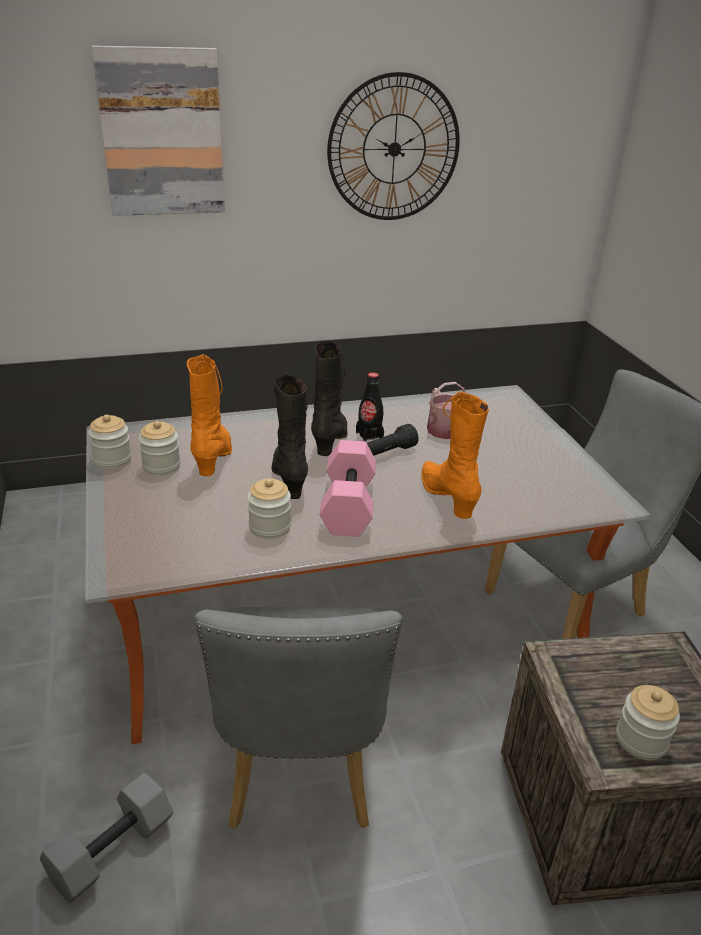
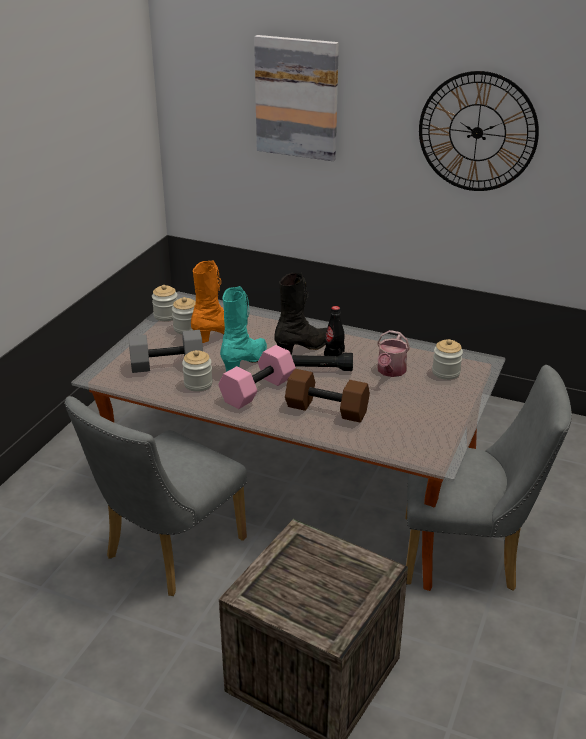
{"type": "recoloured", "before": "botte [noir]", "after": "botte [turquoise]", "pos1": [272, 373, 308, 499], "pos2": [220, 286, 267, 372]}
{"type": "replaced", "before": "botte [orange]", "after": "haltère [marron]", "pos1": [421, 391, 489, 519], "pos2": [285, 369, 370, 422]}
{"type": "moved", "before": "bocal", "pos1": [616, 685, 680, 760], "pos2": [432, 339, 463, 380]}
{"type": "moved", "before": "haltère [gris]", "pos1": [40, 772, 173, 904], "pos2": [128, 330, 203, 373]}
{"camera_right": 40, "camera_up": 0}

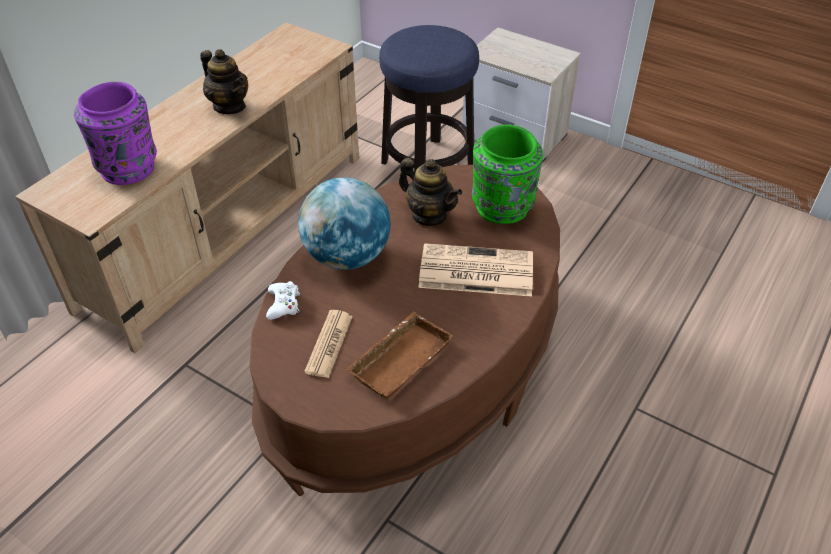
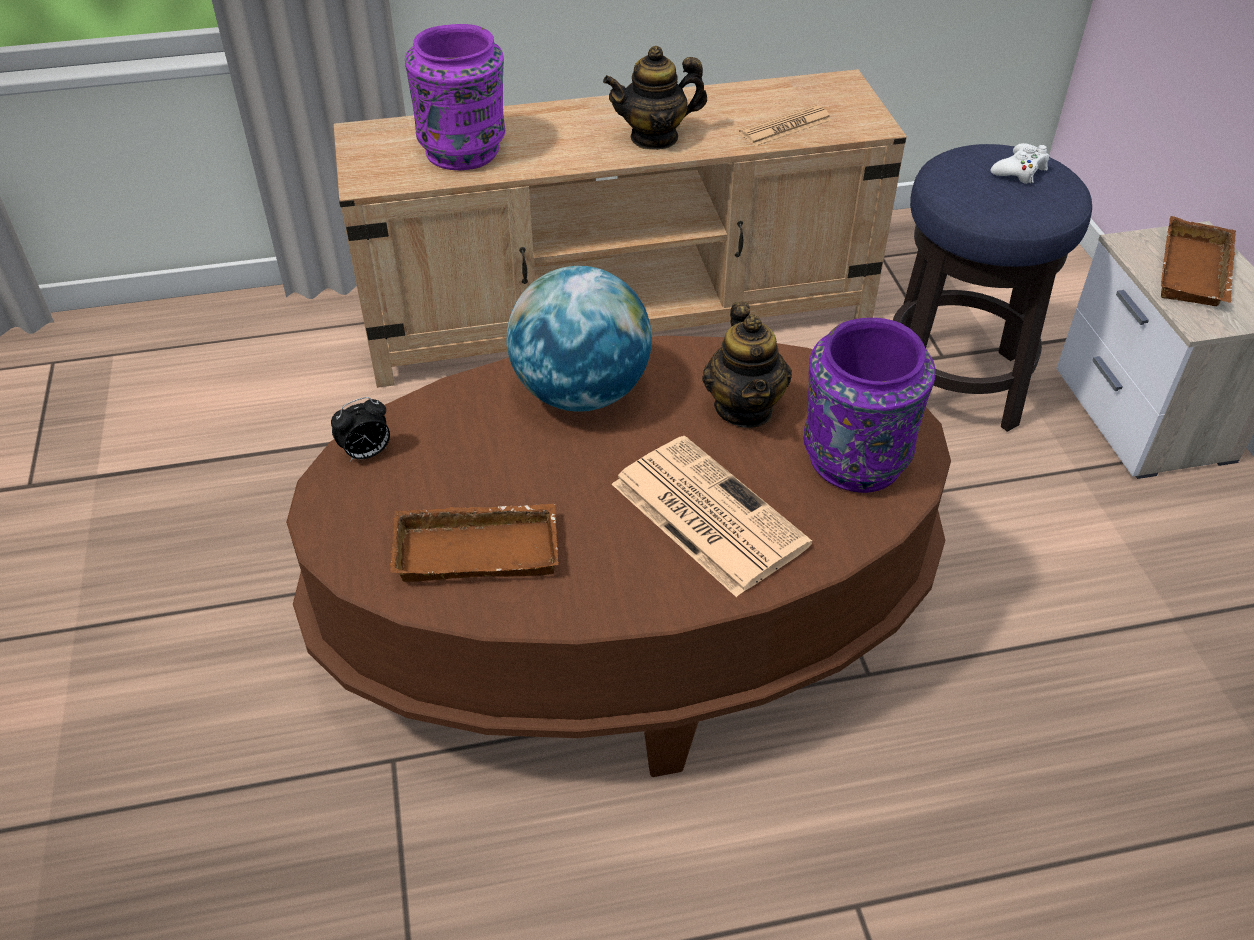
{"type": "turned", "before": "théière", "pos1": [200, 49, 248, 114], "pos2": [603, 46, 707, 150], "turn": 75}
{"type": "recoloured", "before": "vase [vert]", "after": "vase [violet]", "pos1": [472, 124, 543, 224], "pos2": [803, 318, 936, 493]}
{"type": "moved", "before": "manette [blanc]", "pos1": [266, 281, 300, 320], "pos2": [991, 143, 1050, 184]}
{"type": "moved", "before": "journal", "pos1": [304, 310, 353, 378], "pos2": [739, 105, 832, 146]}
{"type": "added", "after": "plateau [marron]", "pos2": [1161, 216, 1236, 306]}
{"type": "added", "after": "réveil", "pos2": [331, 397, 390, 462]}
{"camera_right": 45, "camera_up": 0}

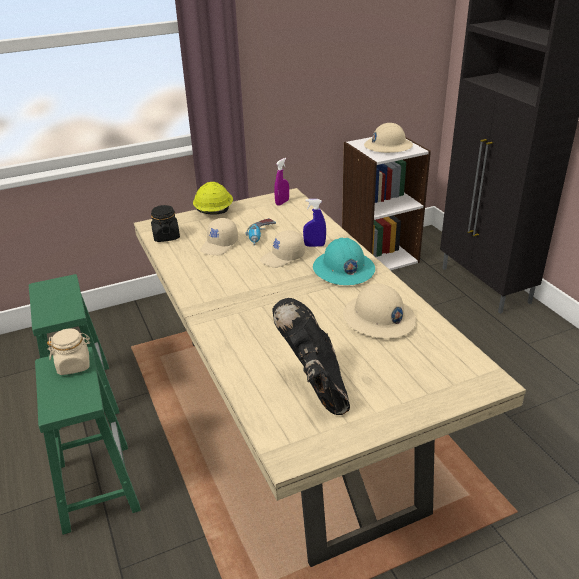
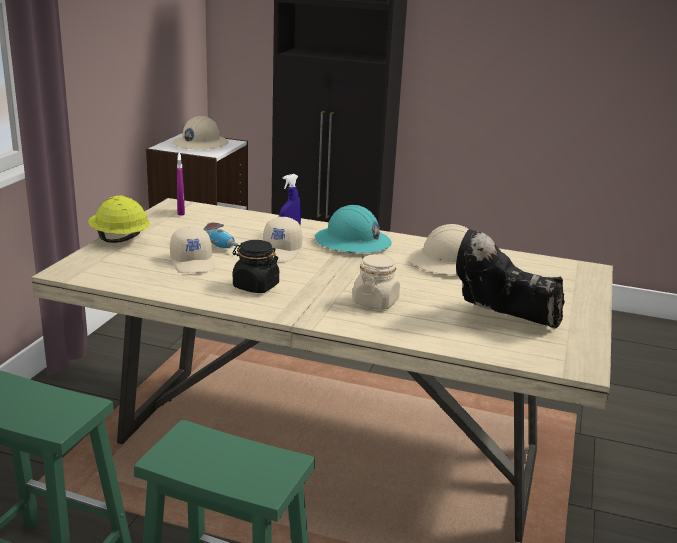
{"type": "moved", "before": "bocal [noir]", "pos1": [151, 205, 180, 242], "pos2": [233, 240, 280, 293]}
{"type": "moved", "before": "bocal [beige]", "pos1": [47, 329, 90, 375], "pos2": [353, 254, 400, 310]}
{"camera_right": -50, "camera_up": -10}

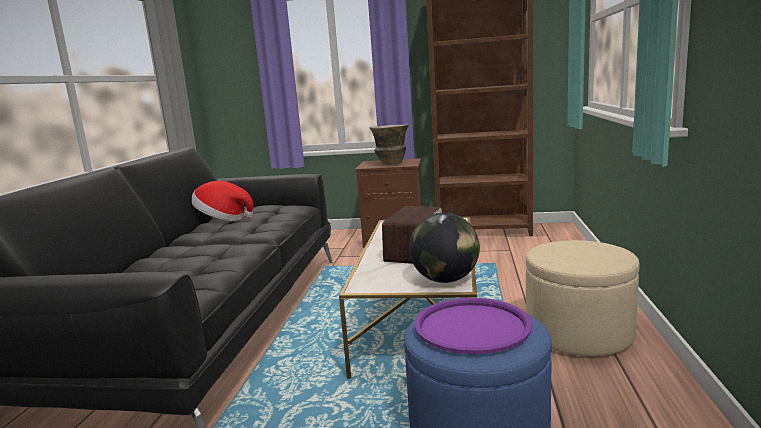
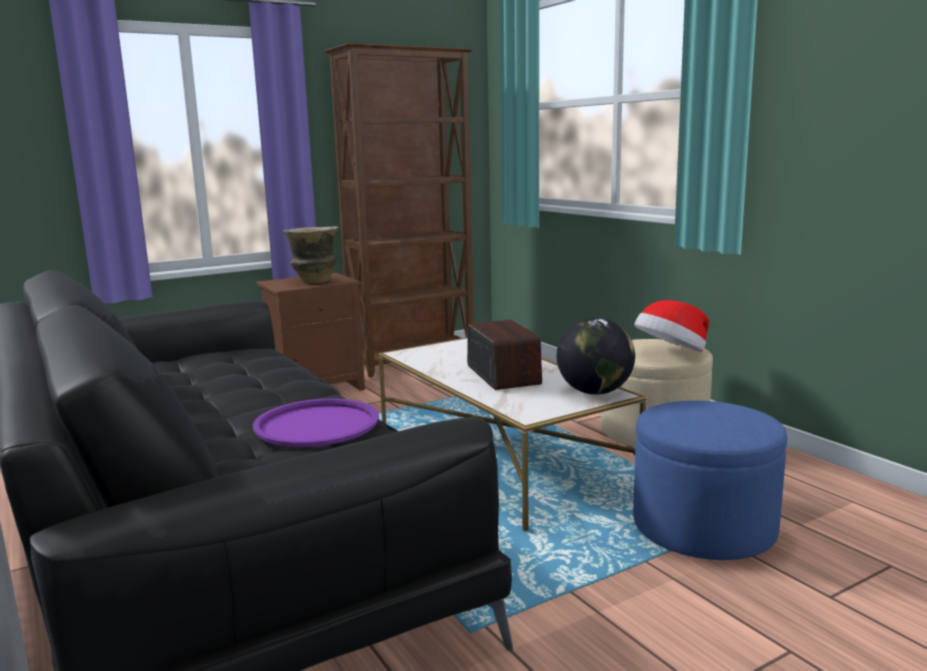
{"type": "moved", "before": "chapeau", "pos1": [192, 181, 253, 221], "pos2": [634, 300, 709, 352]}
{"type": "moved", "before": "plateau [violet]", "pos1": [414, 298, 532, 354], "pos2": [253, 398, 379, 447]}
{"camera_right": -40, "camera_up": 0}

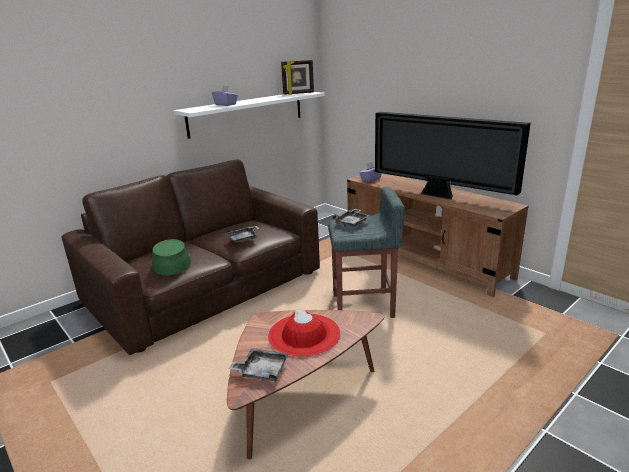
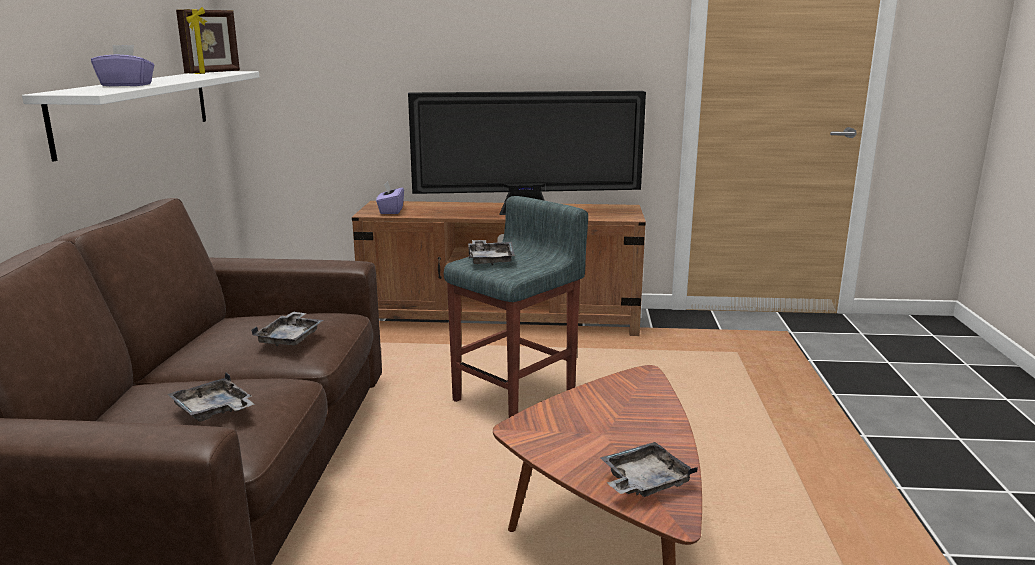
{"type": "replaced", "before": "chapeau [vert]", "after": "plateau [gris]", "pos1": [152, 239, 191, 275], "pos2": [167, 373, 254, 422]}
{"type": "removed", "before": "chapeau [rouge]", "pos1": [268, 309, 341, 357]}
{"camera_right": -45, "camera_up": -5}

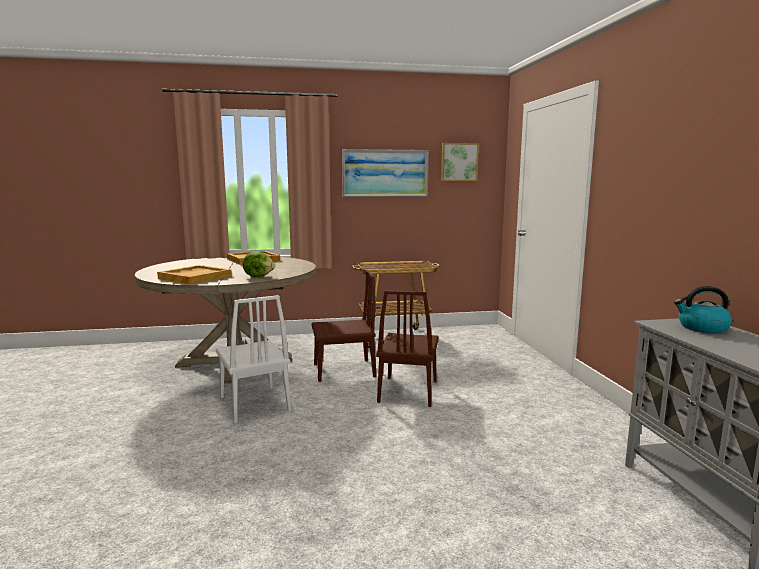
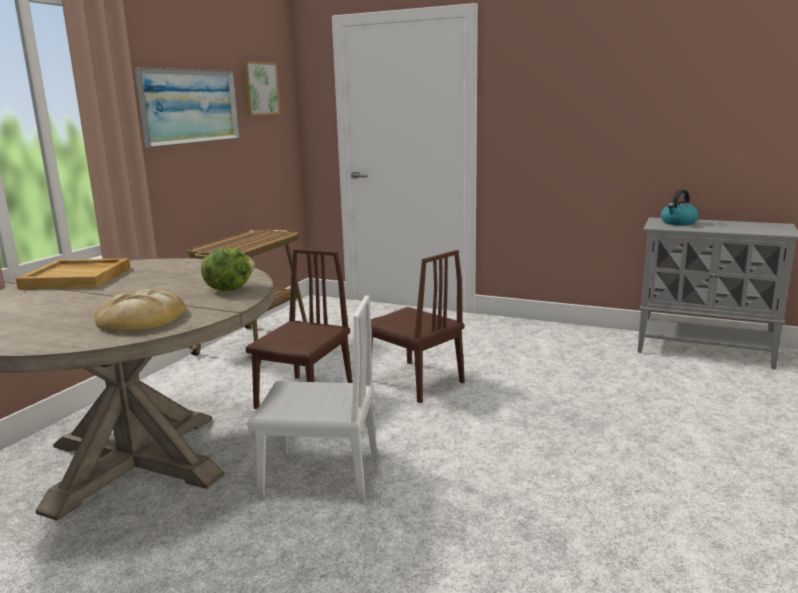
{"type": "replaced", "before": "plateau [beige]", "after": "pain", "pos1": [157, 265, 232, 284], "pos2": [95, 289, 186, 332]}
{"camera_right": -55, "camera_up": 5}

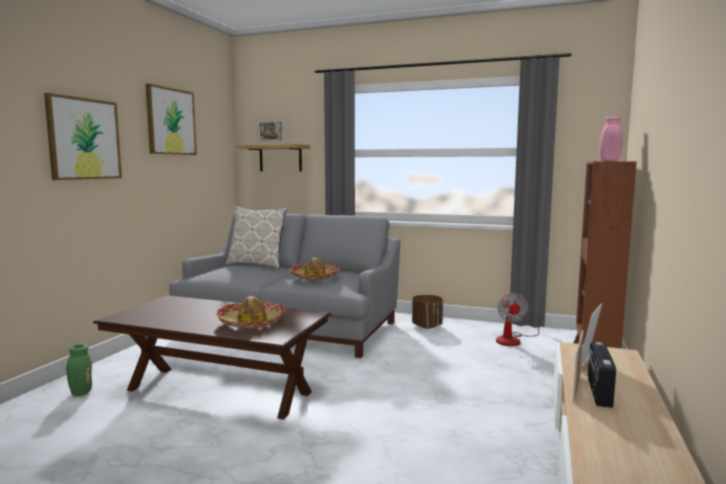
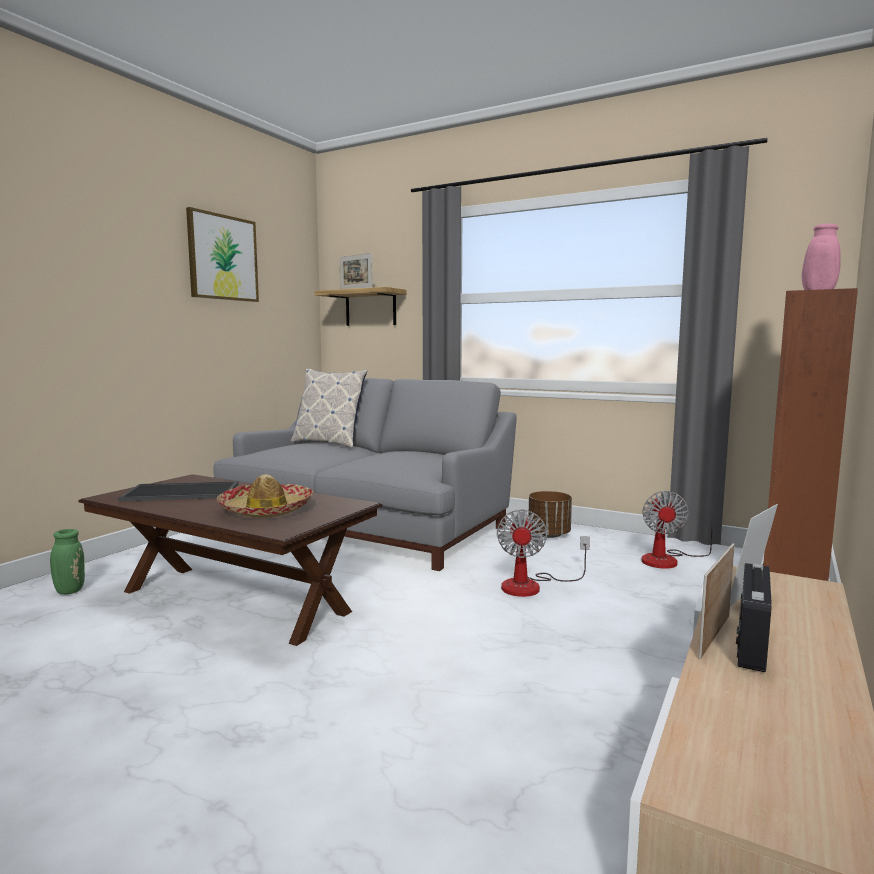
{"type": "removed", "before": "tableau", "pos1": [44, 93, 122, 180]}
{"type": "removed", "before": "chapeau", "pos1": [289, 258, 340, 280]}
{"type": "added", "after": "plateau", "pos2": [118, 481, 238, 502]}
{"type": "added", "after": "ventilateur", "pos2": [497, 509, 590, 597]}
{"camera_right": 10, "camera_up": 0}

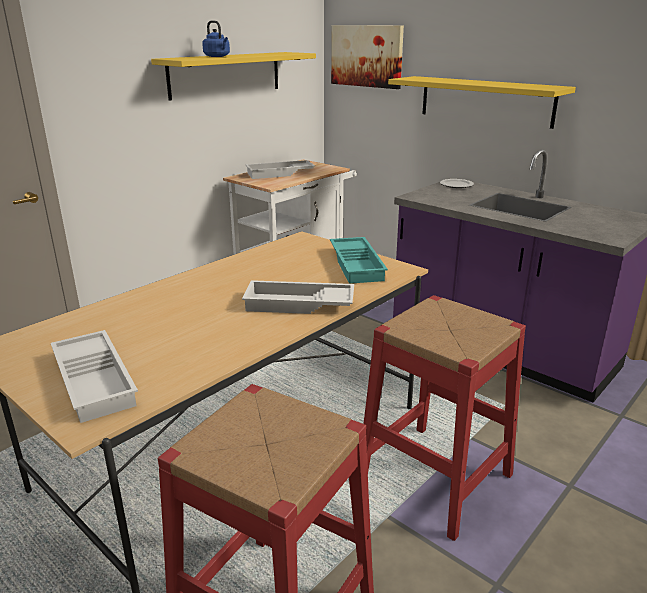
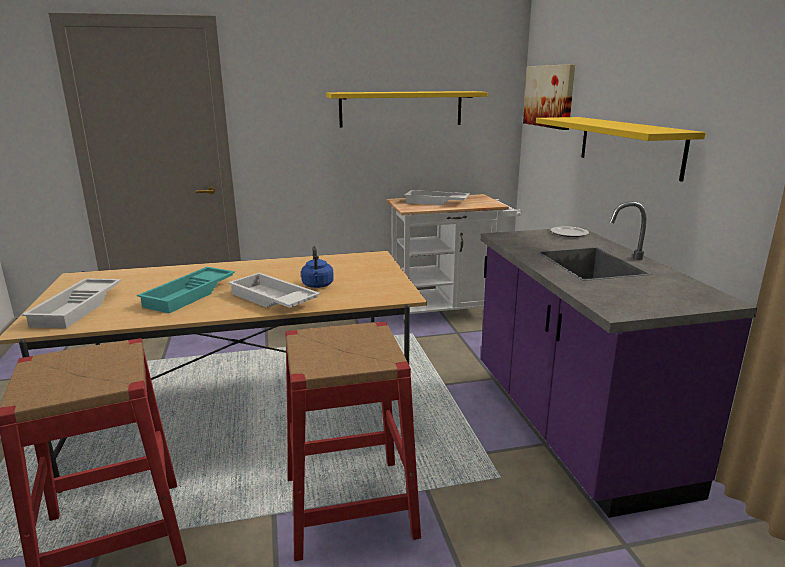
{"type": "moved", "before": "bouilloire [bleu]", "pos1": [202, 20, 230, 57], "pos2": [301, 246, 334, 288]}
{"type": "moved", "before": "plateau [turquoise]", "pos1": [330, 237, 388, 284], "pos2": [137, 267, 235, 313]}
{"camera_right": 35, "camera_up": -5}

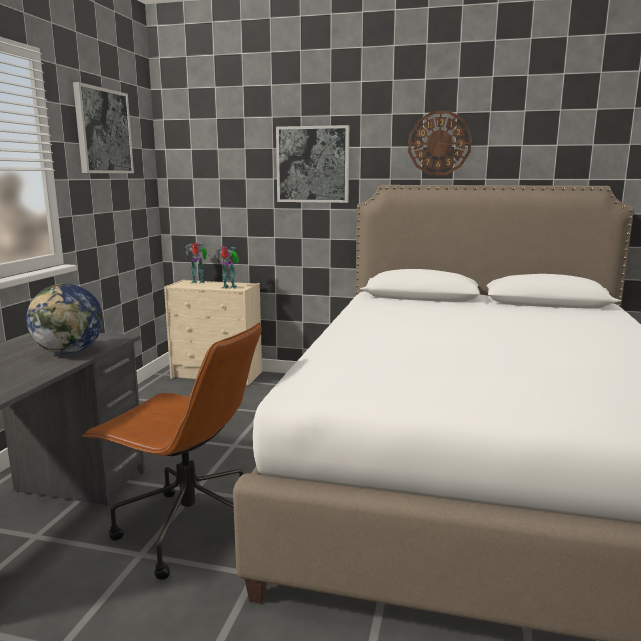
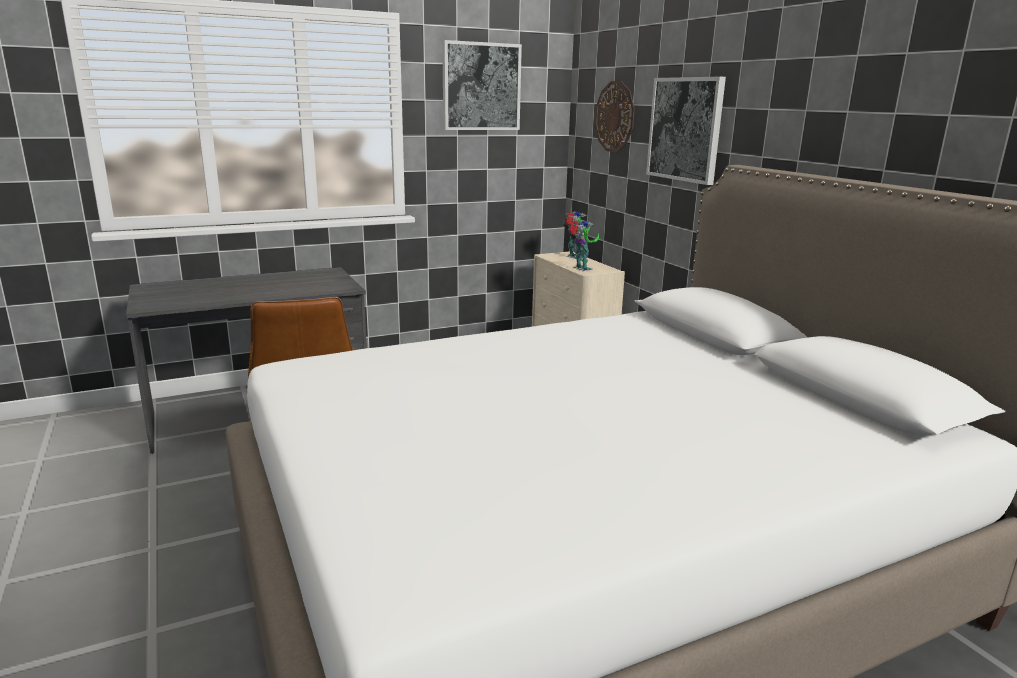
{"type": "moved", "before": "horloge murale", "pos1": [408, 111, 472, 175], "pos2": [595, 81, 635, 152]}
{"type": "removed", "before": "globe", "pos1": [26, 284, 103, 354]}
{"camera_right": 50, "camera_up": 5}

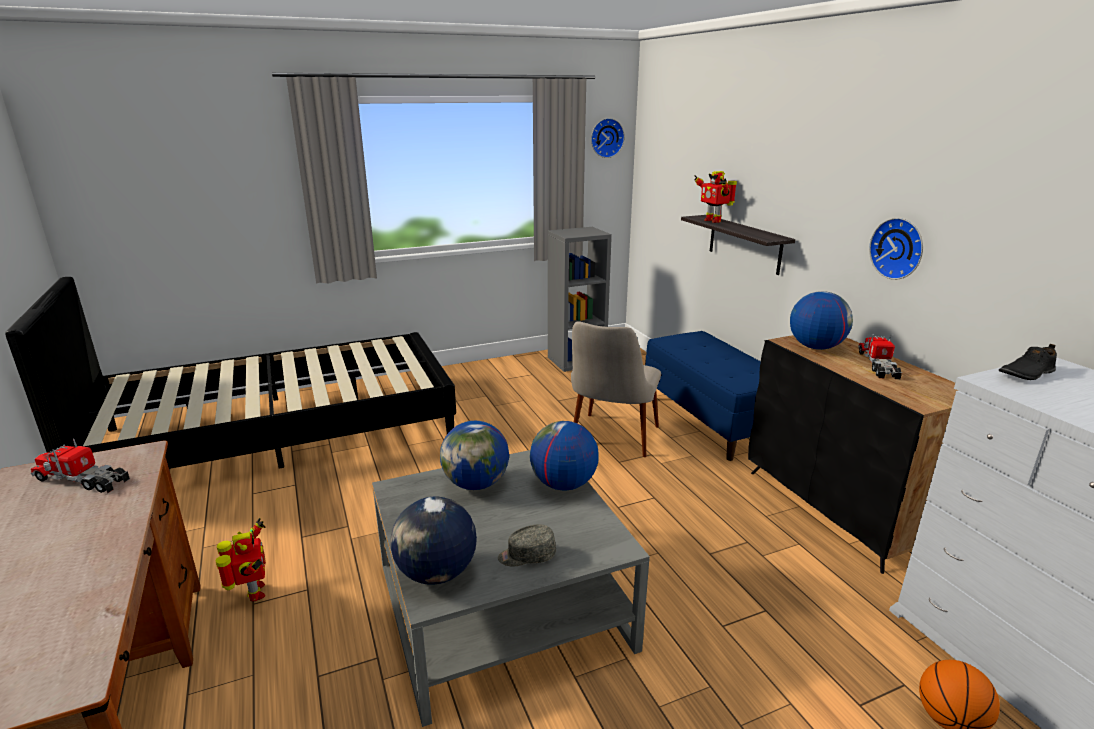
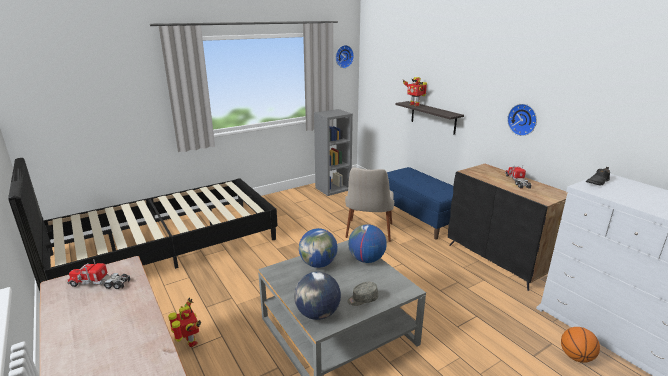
{"type": "removed", "before": "globe", "pos1": [790, 291, 853, 350]}
{"camera_right": -10, "camera_up": 0}

